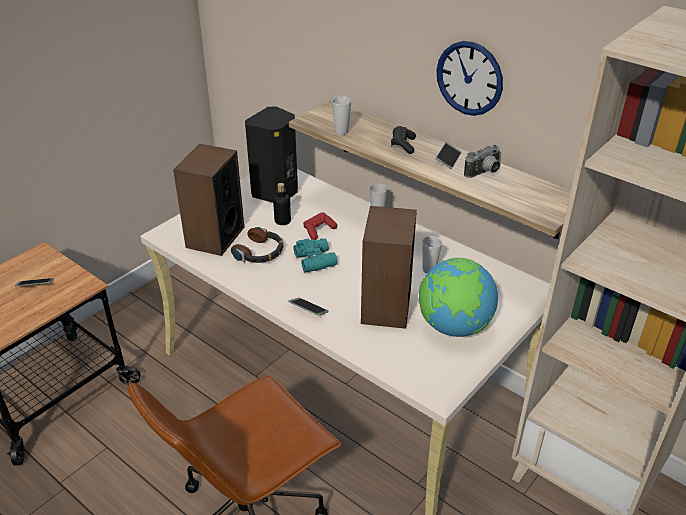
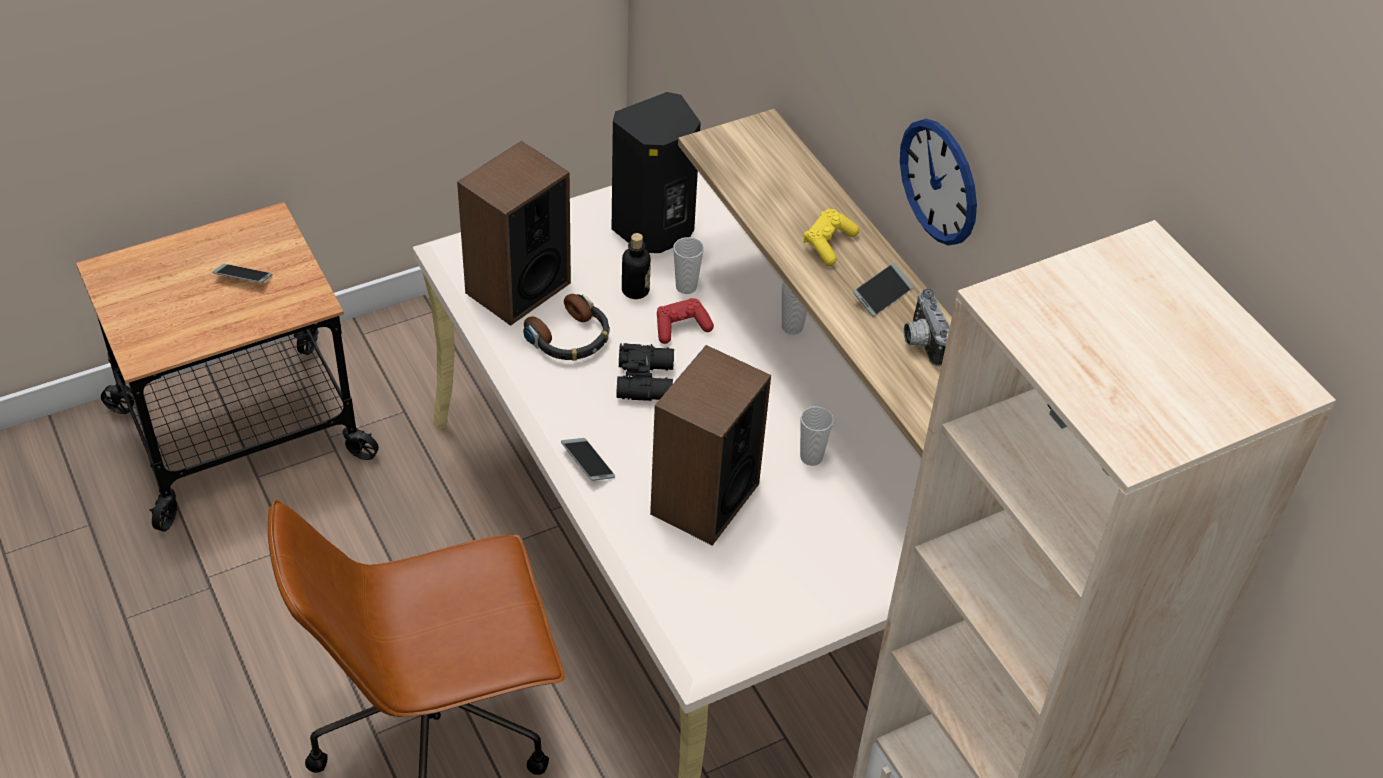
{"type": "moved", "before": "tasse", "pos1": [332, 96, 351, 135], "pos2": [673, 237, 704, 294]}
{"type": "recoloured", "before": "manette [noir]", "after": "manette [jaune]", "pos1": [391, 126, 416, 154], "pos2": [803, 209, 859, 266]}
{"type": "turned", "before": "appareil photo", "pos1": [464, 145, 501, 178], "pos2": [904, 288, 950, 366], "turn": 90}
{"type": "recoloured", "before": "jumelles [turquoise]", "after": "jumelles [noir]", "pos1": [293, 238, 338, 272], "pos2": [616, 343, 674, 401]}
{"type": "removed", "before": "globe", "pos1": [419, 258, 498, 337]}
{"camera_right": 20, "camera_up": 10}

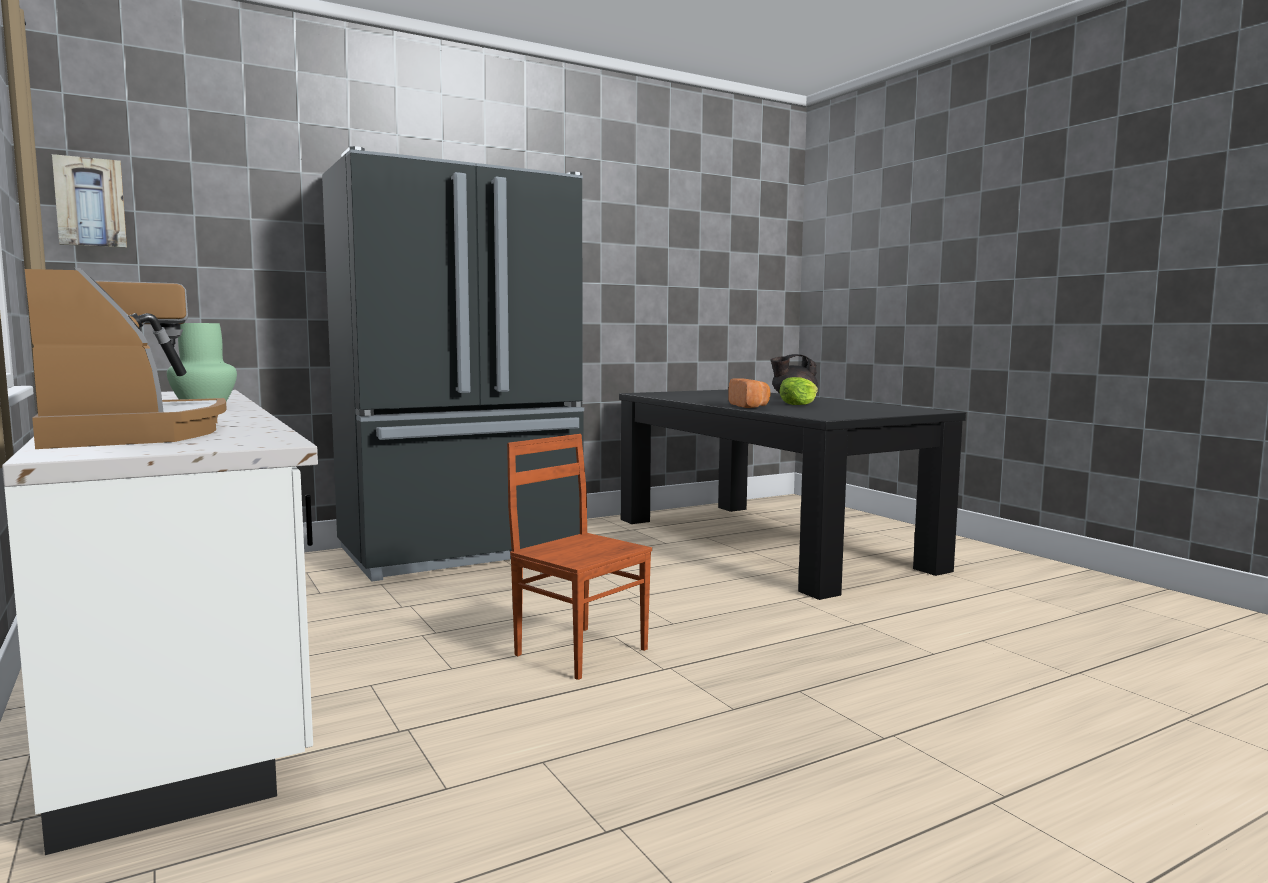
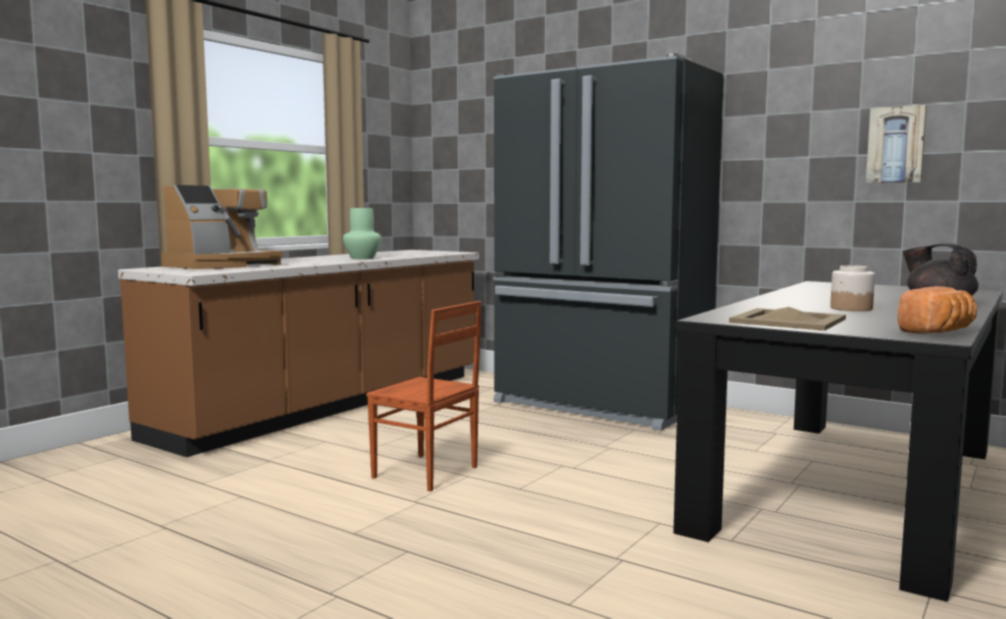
{"type": "moved", "before": "tableau", "pos1": [52, 154, 127, 248], "pos2": [866, 105, 927, 183]}
{"type": "replaced", "before": "laitue", "after": "bocal", "pos1": [779, 377, 818, 405], "pos2": [830, 265, 875, 311]}
{"type": "moved", "before": "pain", "pos1": [728, 378, 771, 408], "pos2": [898, 286, 977, 334]}
{"type": "recoloured", "before": "comptoir de cuisine [blanc]", "after": "comptoir de cuisine [marron]", "pos1": [2, 390, 318, 855], "pos2": [118, 250, 479, 457]}
{"type": "turned", "before": "chaise [marron]", "pos1": [507, 434, 652, 680], "pos2": [366, 301, 481, 492], "turn": 105}
{"type": "added", "after": "plateau [beige]", "pos2": [729, 307, 846, 331]}
{"camera_right": 65, "camera_up": 0}

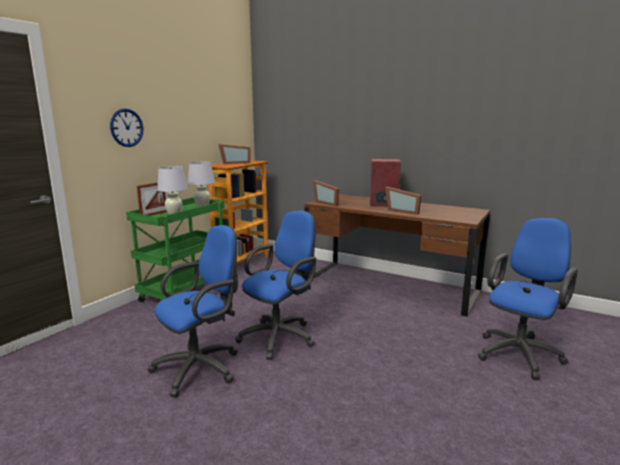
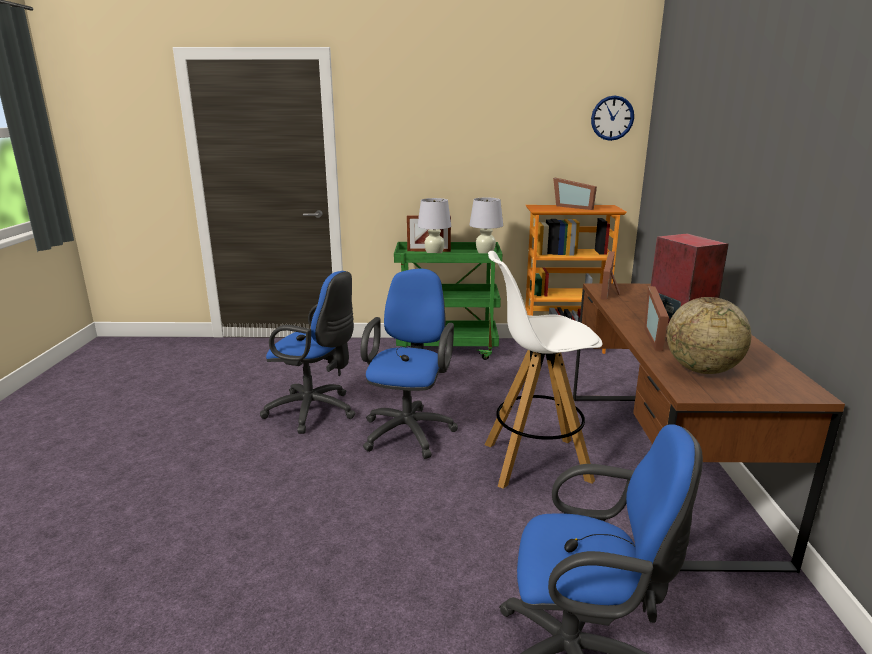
{"type": "moved", "before": "horloge murale", "pos1": [110, 108, 143, 147], "pos2": [591, 96, 634, 141]}
{"type": "turned", "before": "chaise de bureau [bleu]", "pos1": [235, 211, 316, 360], "pos2": [360, 269, 458, 459], "turn": -90}
{"type": "added", "after": "tabouret [blanc]", "pos2": [485, 251, 602, 489]}
{"type": "added", "after": "globe", "pos2": [667, 297, 751, 374]}
{"camera_right": 60, "camera_up": 5}

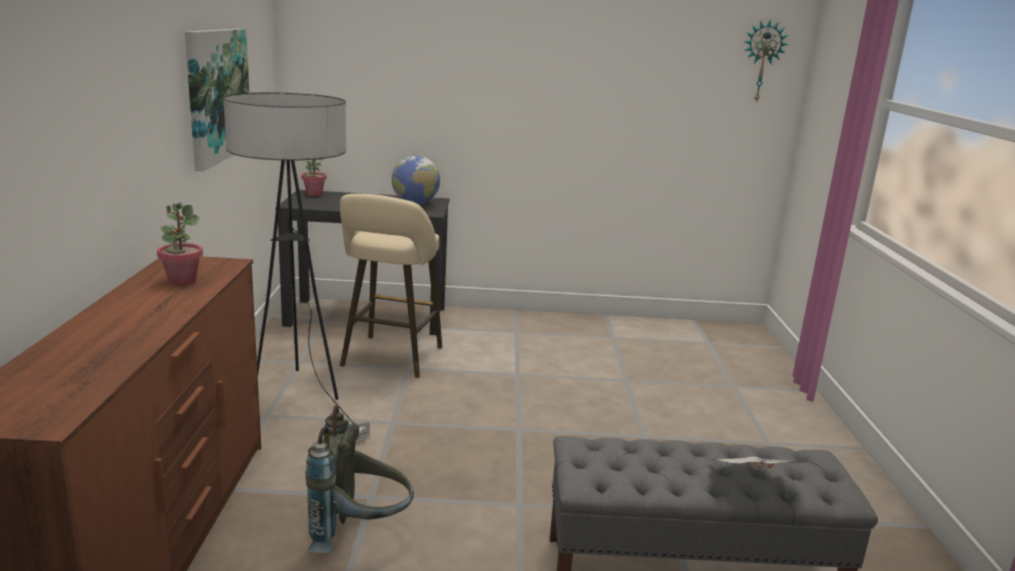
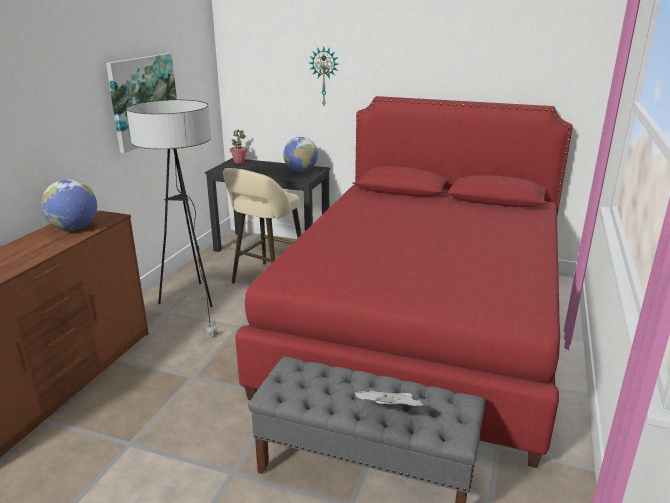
{"type": "moved", "before": "horloge murale", "pos1": [744, 20, 789, 103], "pos2": [309, 46, 338, 105]}
{"type": "replaced", "before": "plante en pot", "after": "globe", "pos1": [157, 202, 203, 285], "pos2": [41, 179, 97, 231]}
{"type": "removed", "before": "sac à dos [gris]", "pos1": [306, 405, 414, 553]}
{"type": "added", "after": "lit [rouge]", "pos2": [235, 96, 573, 468]}
{"camera_right": 20, "camera_up": 5}

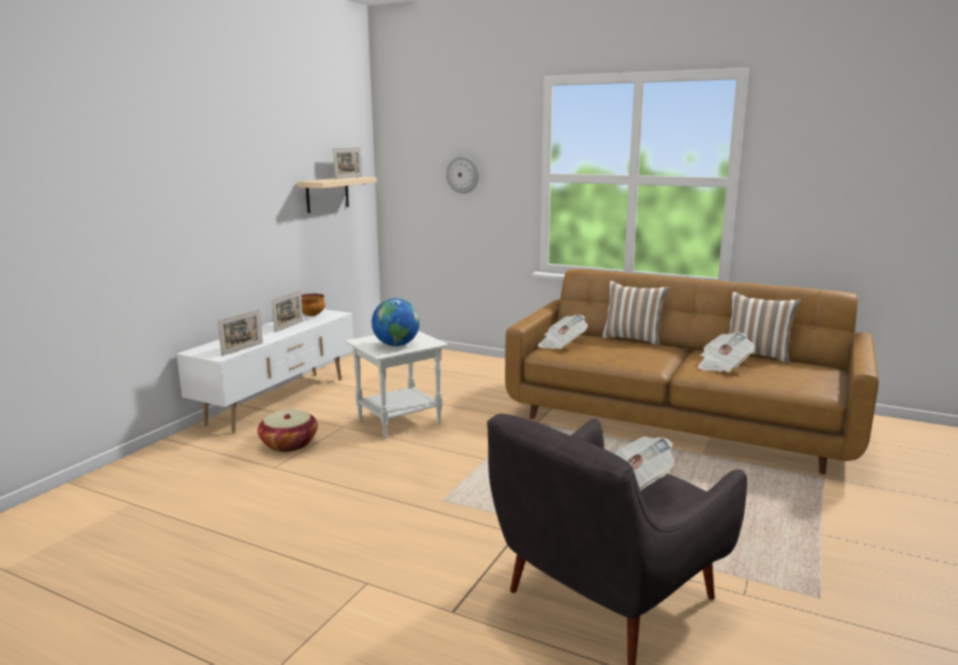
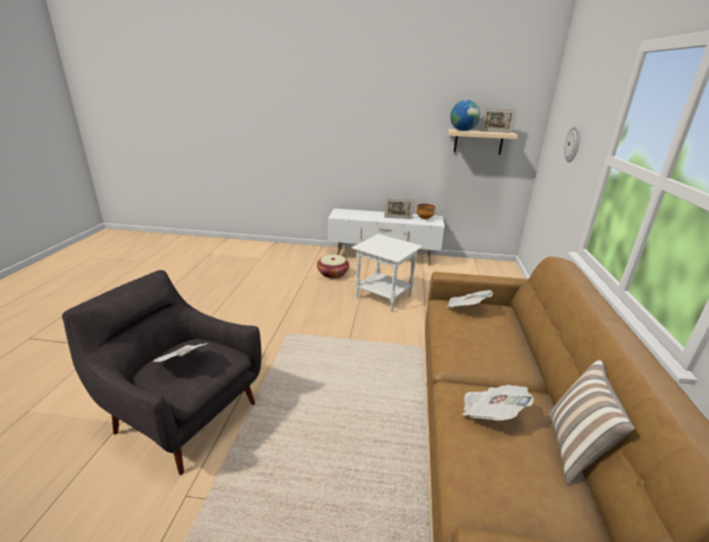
{"type": "removed", "before": "coussin", "pos1": [602, 281, 670, 346]}
{"type": "moved", "before": "globe", "pos1": [372, 298, 420, 346], "pos2": [450, 100, 480, 131]}
{"type": "removed", "before": "cadre photo", "pos1": [218, 309, 263, 356]}
{"camera_right": 70, "camera_up": 10}

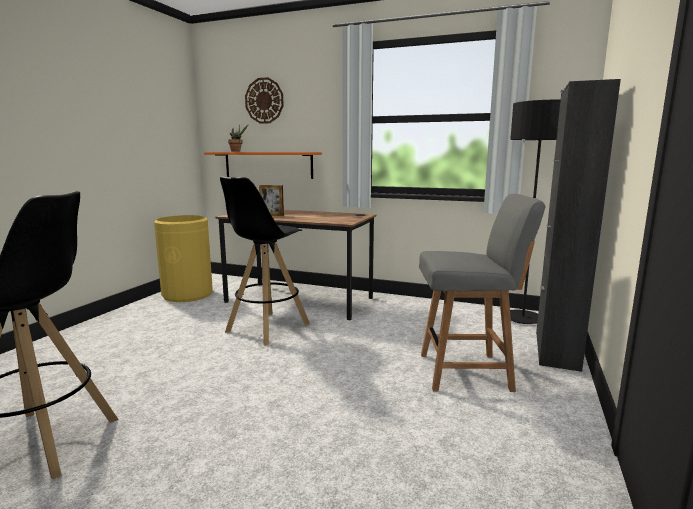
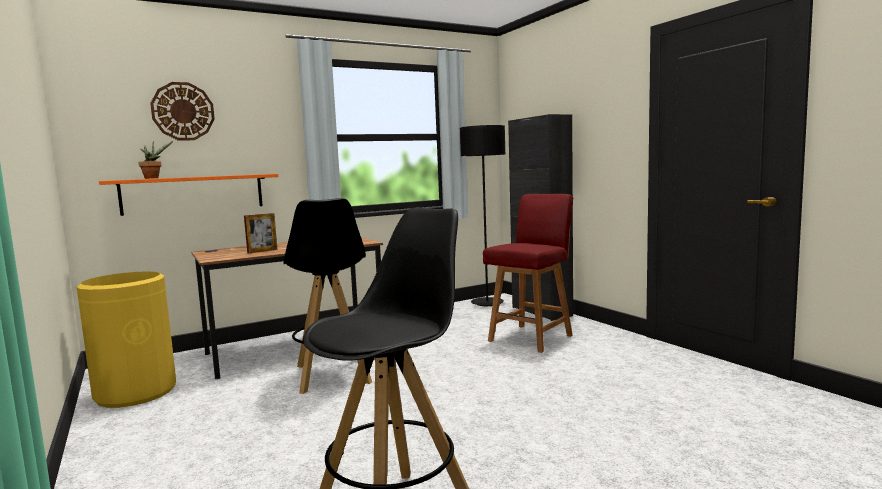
{"type": "recoloured", "before": "chaise [gris]", "after": "chaise [rouge]", "pos1": [419, 194, 545, 392], "pos2": [483, 194, 573, 353]}
{"camera_right": -50, "camera_up": -5}

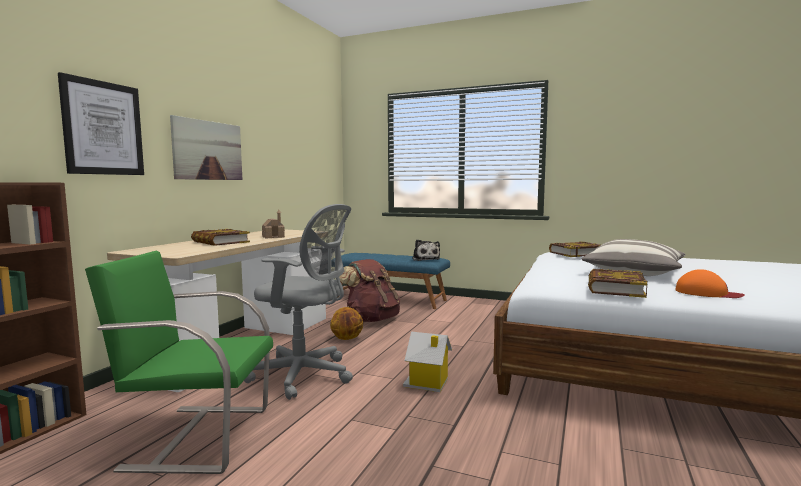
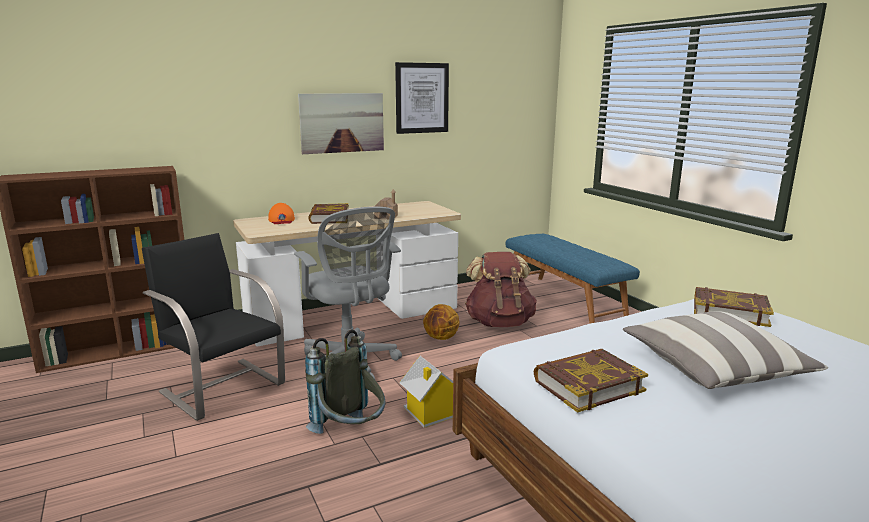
{"type": "moved", "before": "tableau", "pos1": [58, 72, 144, 175], "pos2": [395, 62, 449, 134]}
{"type": "removed", "before": "peluche", "pos1": [412, 239, 440, 261]}
{"type": "recoloured", "before": "chaise [vert]", "after": "chaise [noir]", "pos1": [85, 251, 273, 474], "pos2": [142, 233, 285, 421]}
{"type": "moved", "before": "casquette [orange]", "pos1": [675, 269, 745, 298], "pos2": [268, 203, 295, 224]}
{"type": "added", "after": "sac à dos [gris]", "pos2": [305, 330, 386, 434]}
{"camera_right": 40, "camera_up": 10}

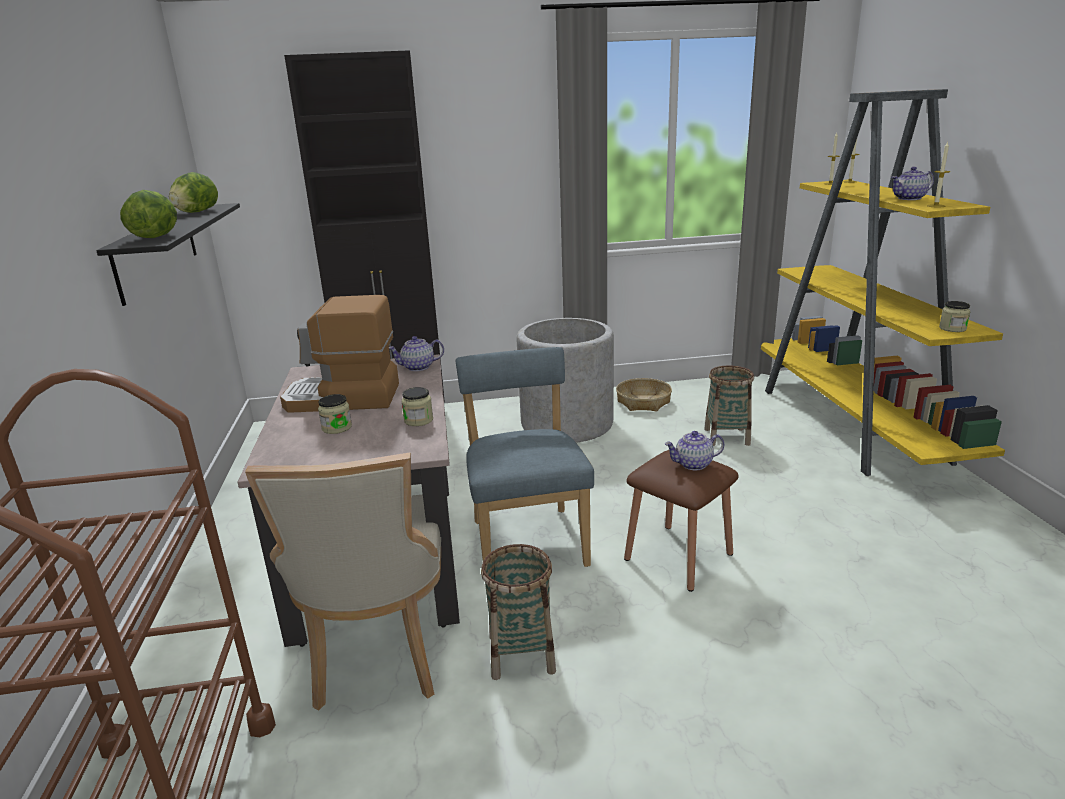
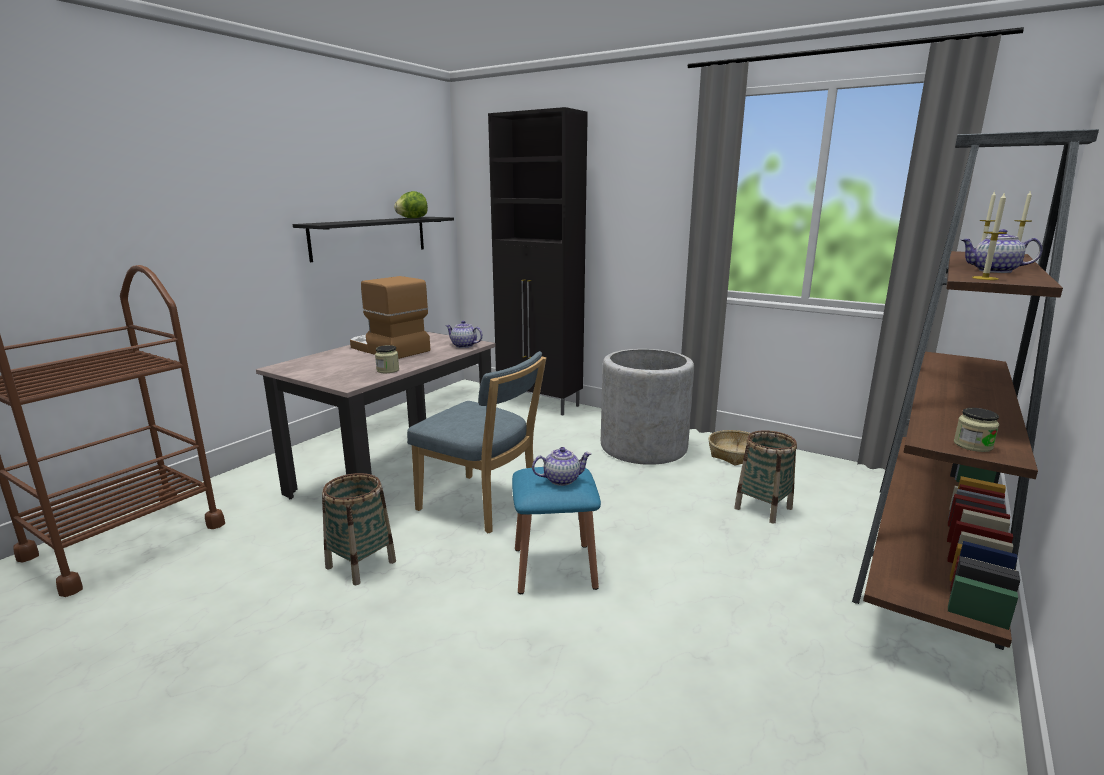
{"type": "recoloured", "before": "bibliothèque [jaune]", "after": "bibliothèque [marron]", "pos1": [761, 89, 1005, 476], "pos2": [852, 129, 1099, 650]}
{"type": "removed", "before": "laitue", "pos1": [120, 190, 177, 238]}
{"type": "turned", "before": "chaise [bleu]", "pos1": [456, 347, 594, 567], "pos2": [407, 351, 546, 533], "turn": 90}
{"type": "removed", "before": "bocal", "pos1": [318, 394, 352, 434]}
{"type": "turned", "before": "théière", "pos1": [665, 431, 724, 470], "pos2": [532, 447, 591, 486], "turn": 135}
{"type": "recoloured", "before": "tabouret [marron]", "after": "tabouret [bleu]", "pos1": [624, 450, 739, 592], "pos2": [512, 467, 601, 594]}
{"type": "removed", "before": "chaise [beige]", "pos1": [245, 453, 441, 710]}
{"camera_right": 40, "camera_up": -5}

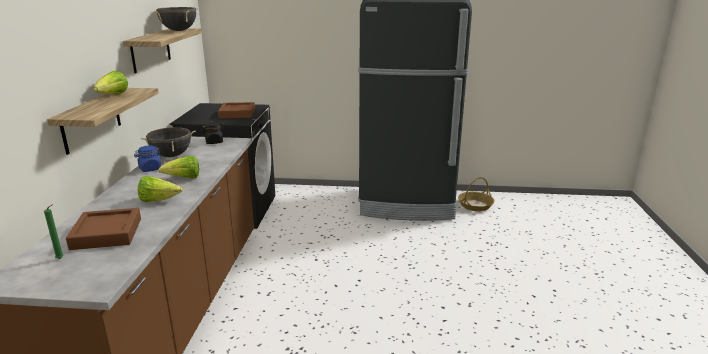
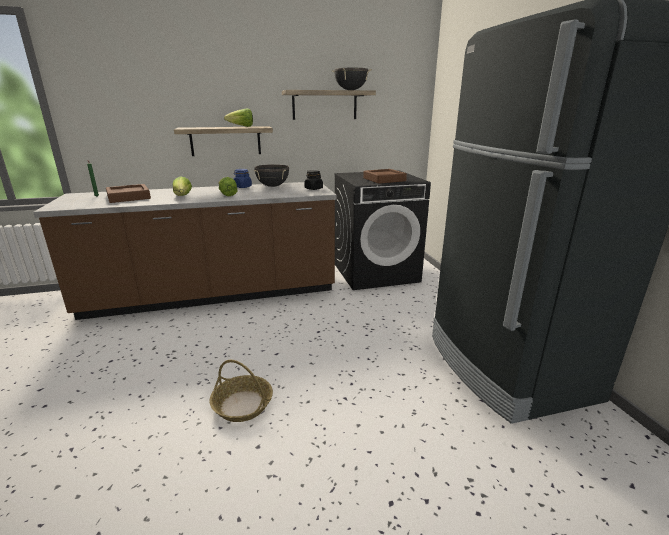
{"type": "moved", "before": "panier", "pos1": [458, 177, 494, 211], "pos2": [210, 360, 273, 422]}
{"camera_right": 70, "camera_up": 0}

